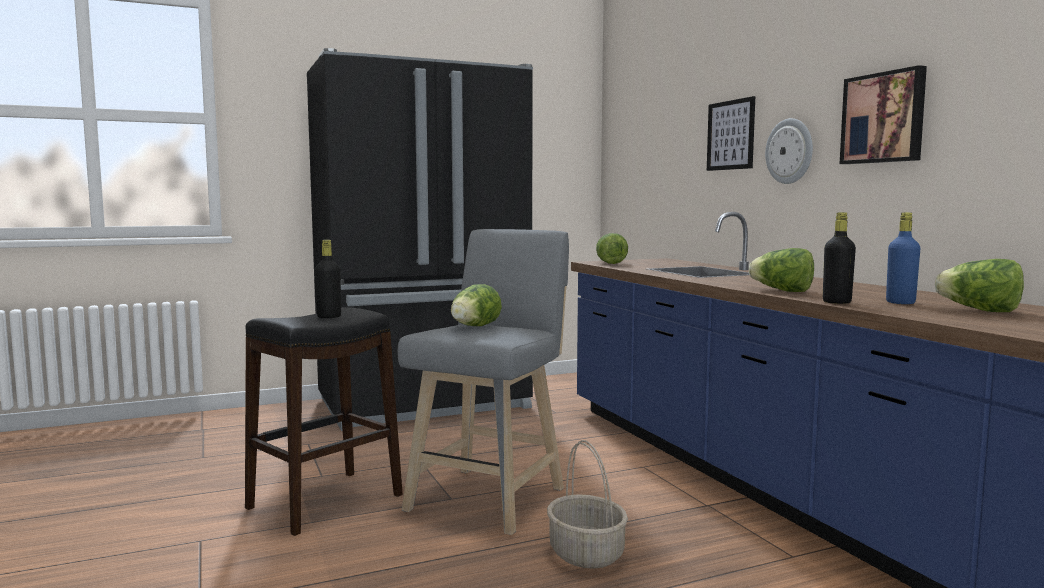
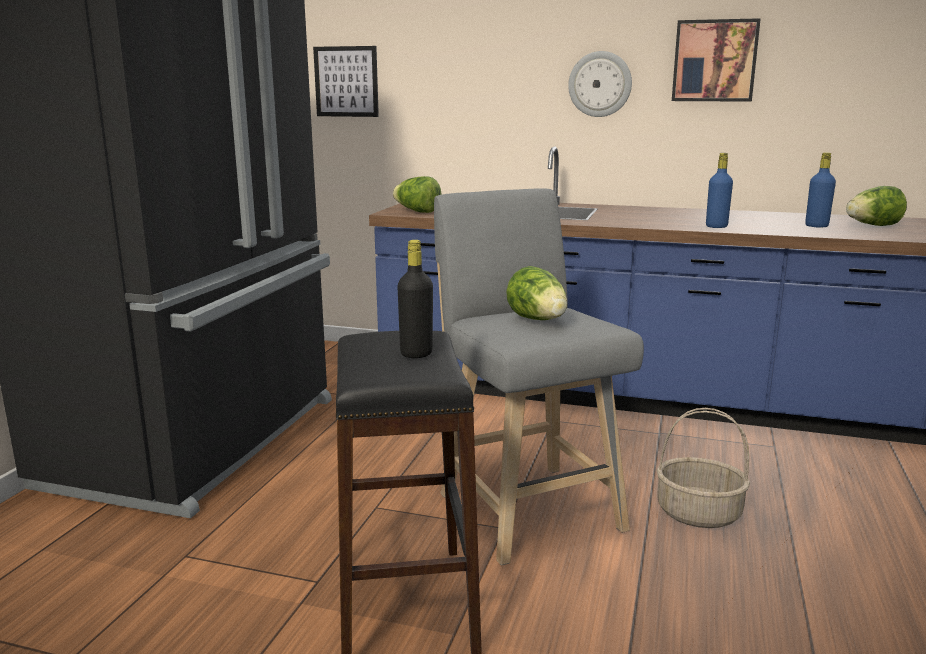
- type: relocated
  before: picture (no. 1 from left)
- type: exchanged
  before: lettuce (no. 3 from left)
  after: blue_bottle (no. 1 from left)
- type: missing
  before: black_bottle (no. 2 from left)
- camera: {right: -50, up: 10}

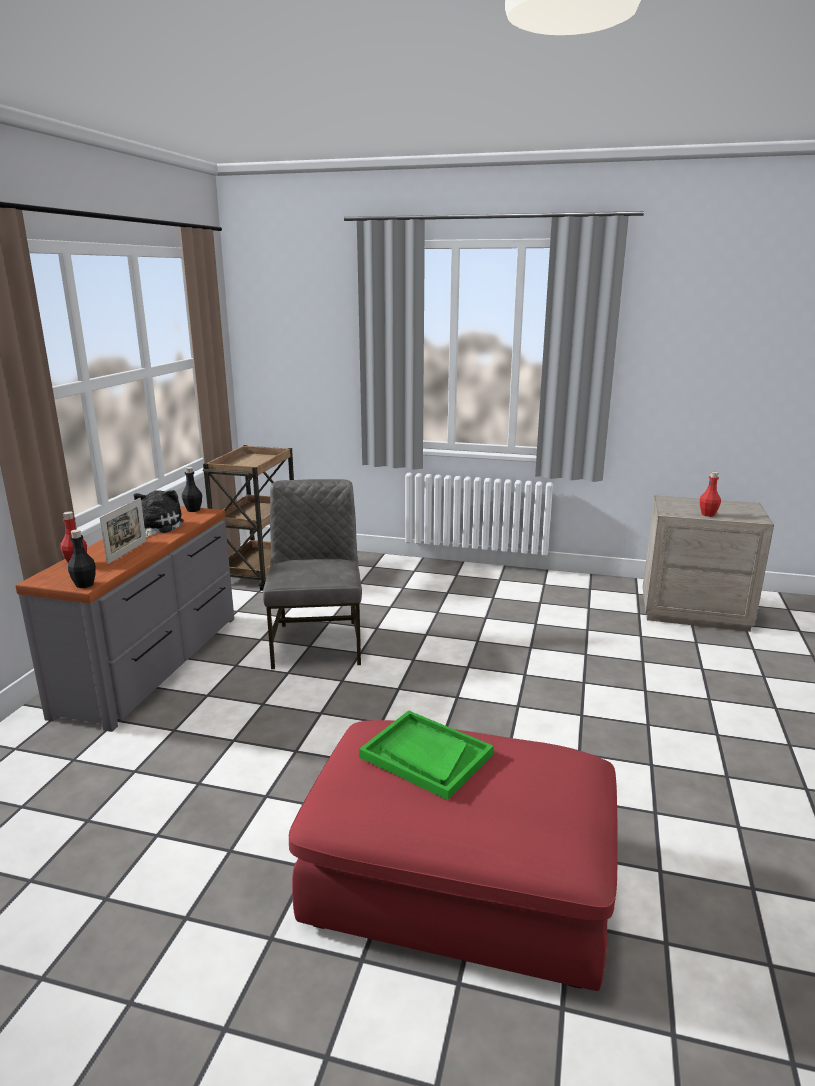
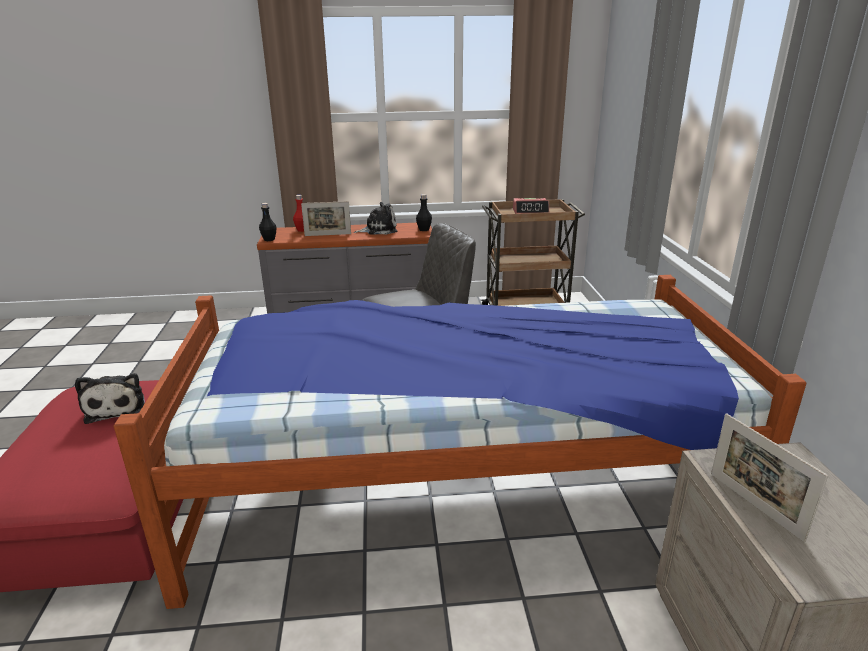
- type: exchanged
  before: green_tray
  after: plush_toy (no. 1 from left)
- type: appeared
  after: bed
- type: appeared
  after: alarm_clock
- type: exchanged
  before: red_bottle (no. 2 from left)
  after: picture_frame (no. 2 from left)
- camera: {right: 70, up: 5}

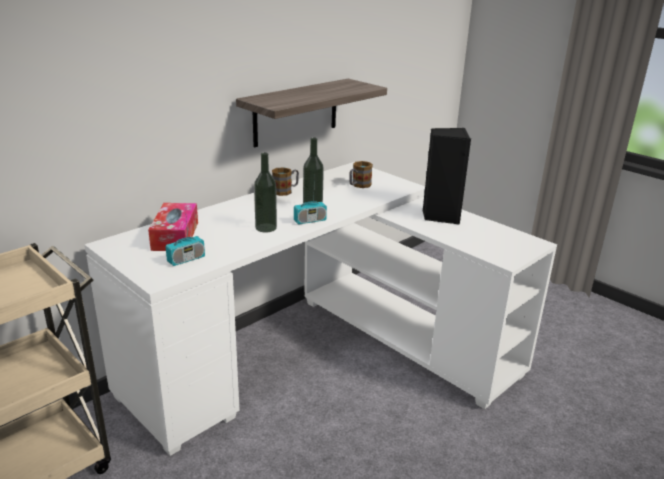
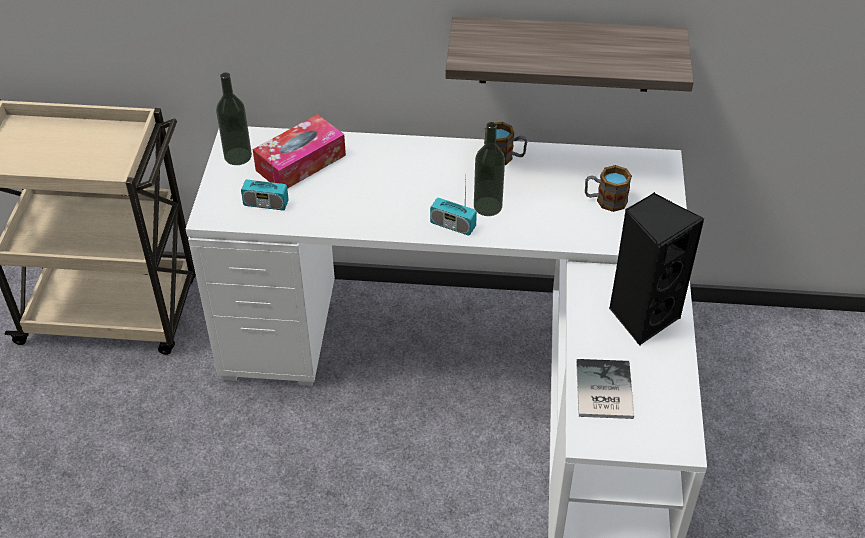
- type: relocated
  before: bottle (no. 1 from left)
- type: appeared
  after: book
- camera: {right: 50, up: 20}

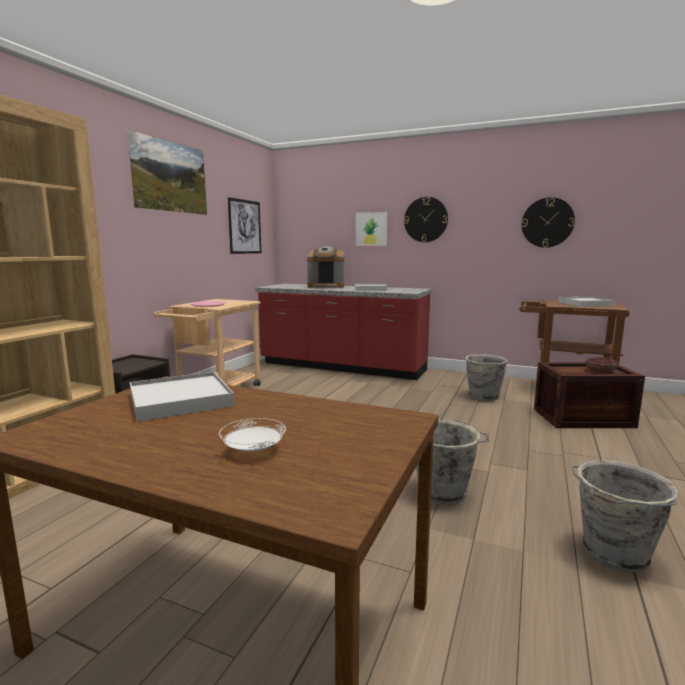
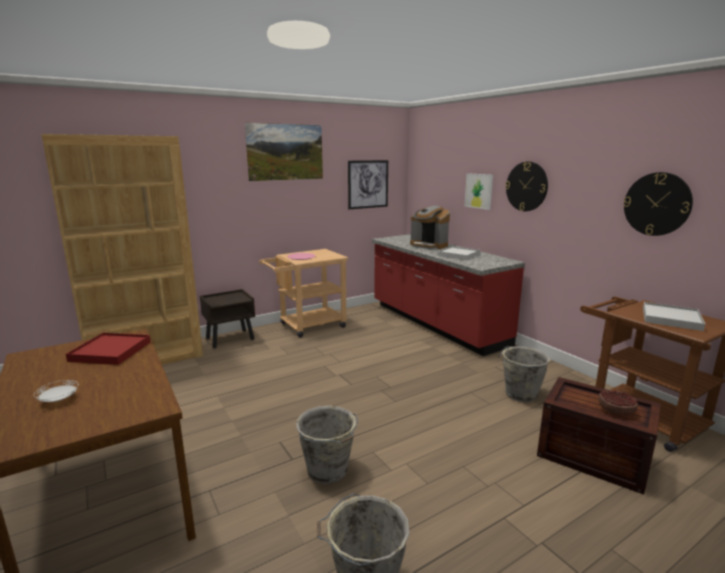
- type: colour
  before: white_tray (no. 1 from left)
  after: red_tray
- camera: {right: 35, up: 5}

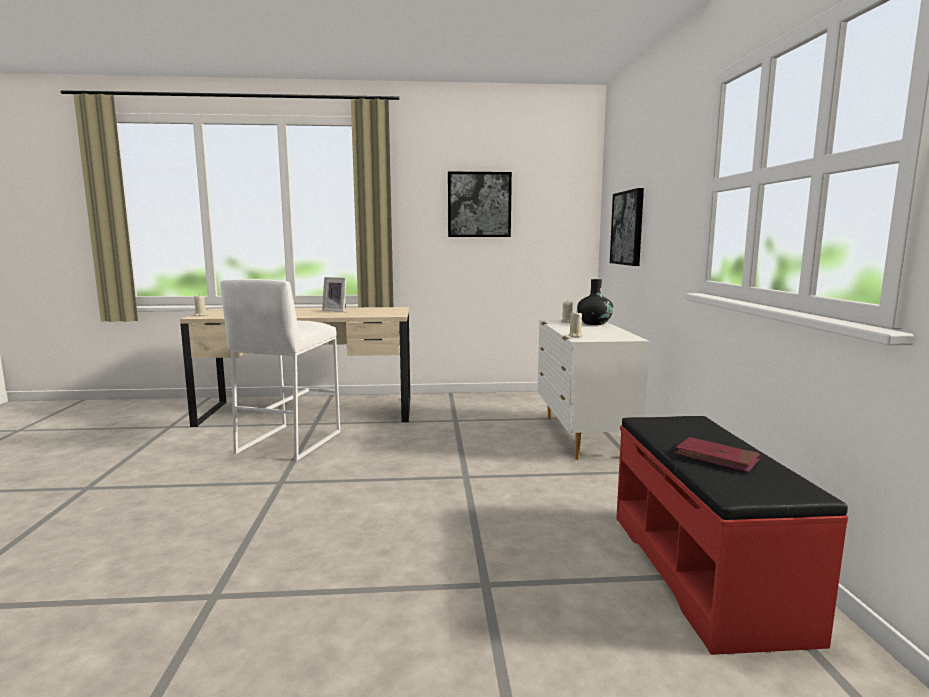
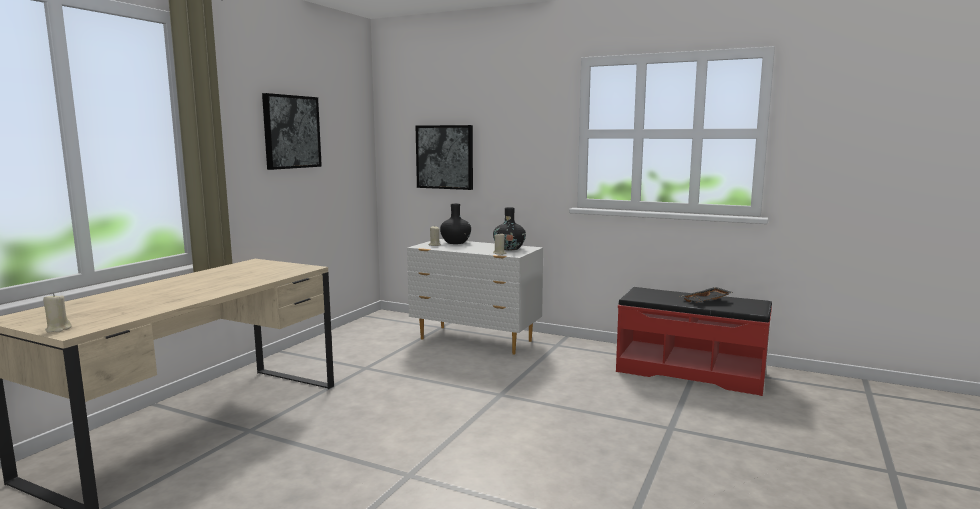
- type: appeared
  after: black_vase (no. 2 from left)
- type: exchanged
  before: red_book
  after: black_tray
- type: missing
  before: white_stool
- type: missing
  before: picture_frame
- camera: {right: -60, up: 0}

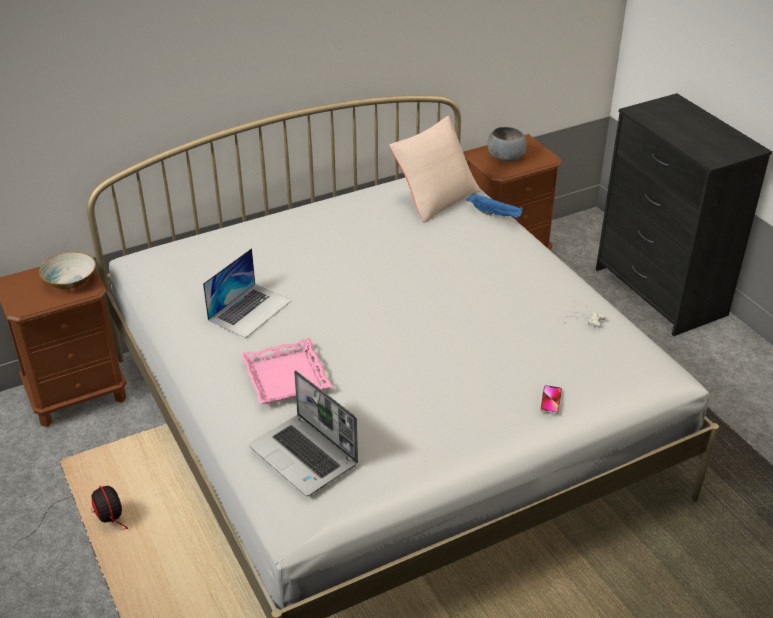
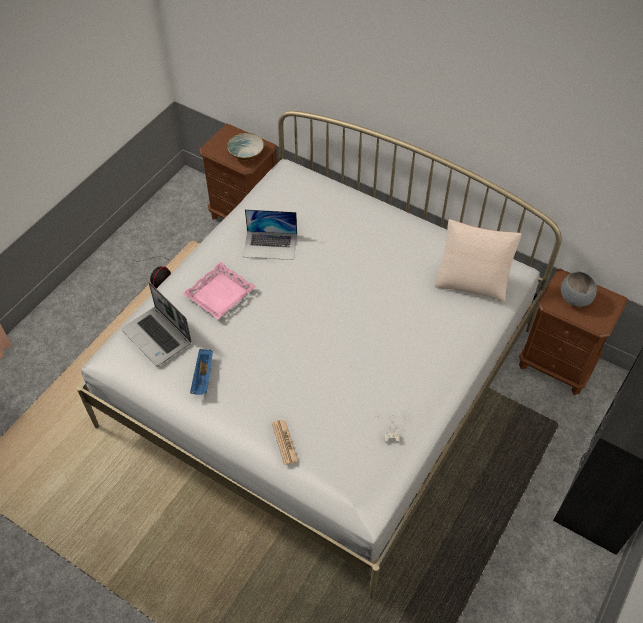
- type: spun
  before: laptop (no. 2 from left in the first image)
  turn: -60
- type: relocated
  before: blue_tray
- type: exchanged
  before: phone
  after: newspaper
- camera: {right: 60, up: 15}

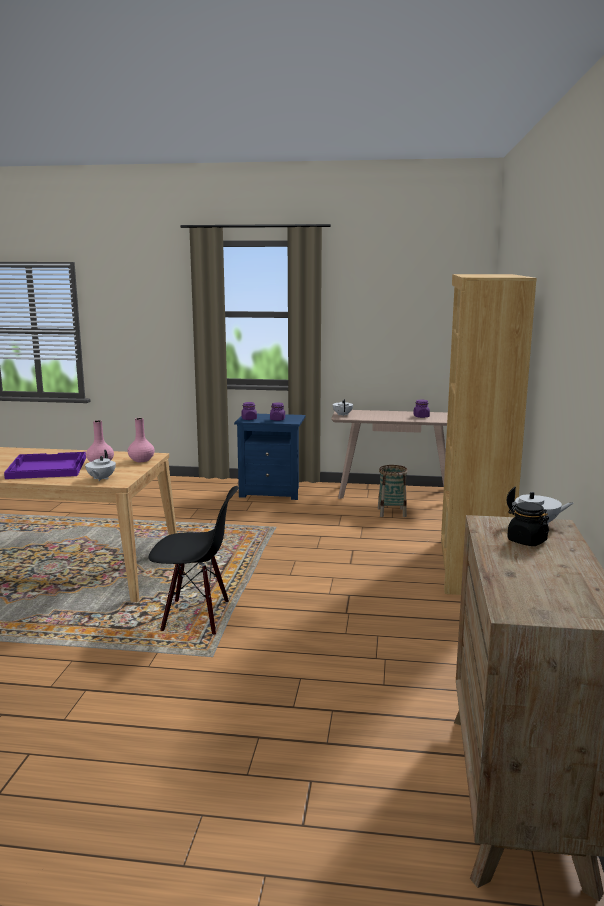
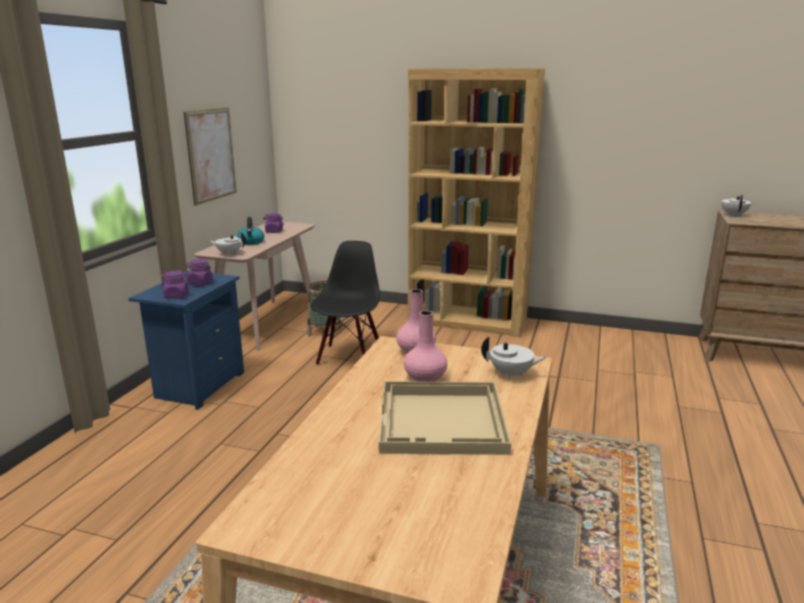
- type: appeared
  after: picture
- type: appeared
  after: kettle
- type: relocated
  before: black_chair
- type: colour
  before: purple_tray
  after: beige_tray
- type: missing
  before: black_jar
- camera: {right: -80, up: 5}

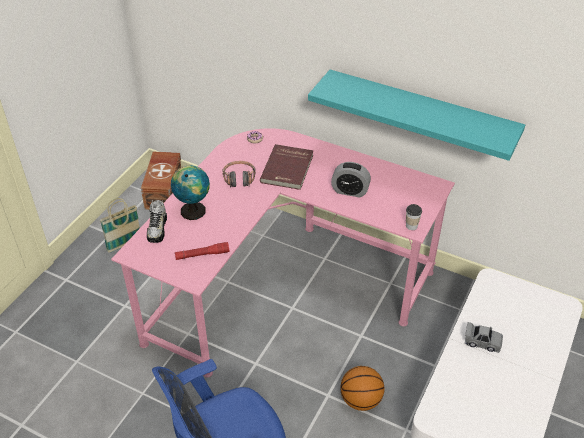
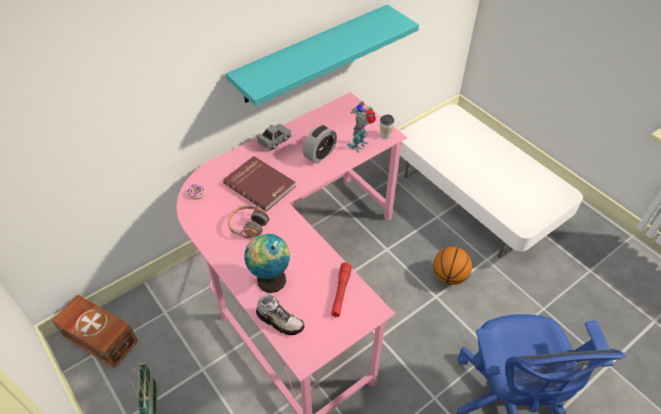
- type: relocated
  before: grey_toy_car
- type: appeared
  after: toy_robot
- camera: {right: -65, up: 5}

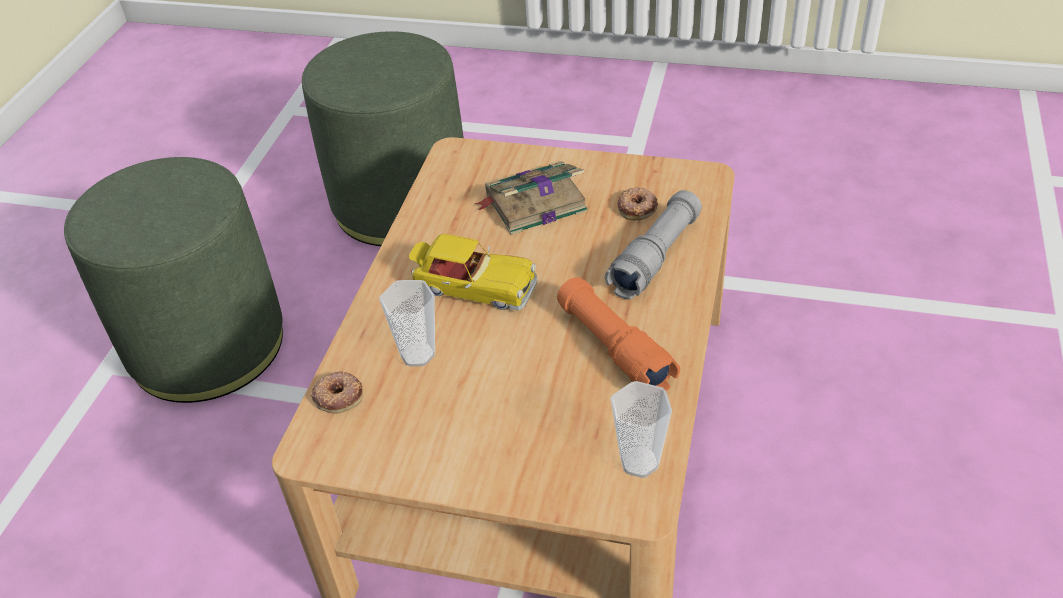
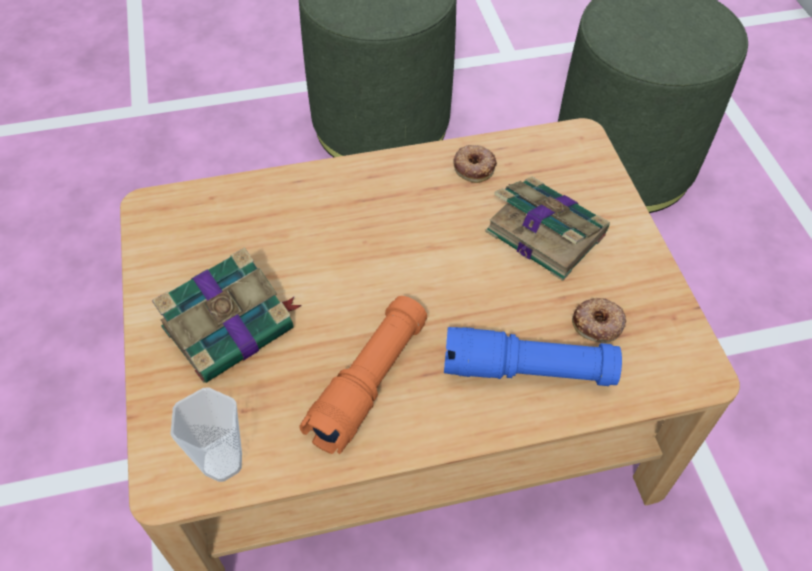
- type: appeared
  after: book (no. 1 from left)
- type: colour
  before: grey_flashlight
  after: blue_flashlight
- type: relocated
  before: donut (no. 1 from left)
- type: missing
  before: cup (no. 1 from left)
- type: missing
  before: toy_car
- camera: {right: 60, up: 10}

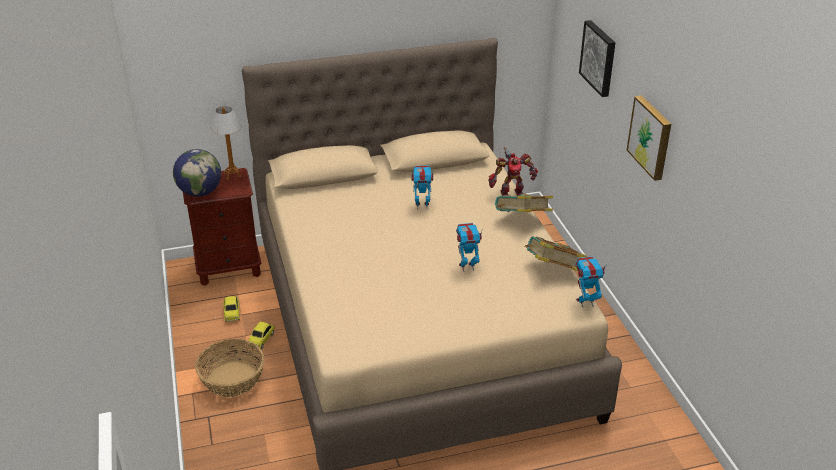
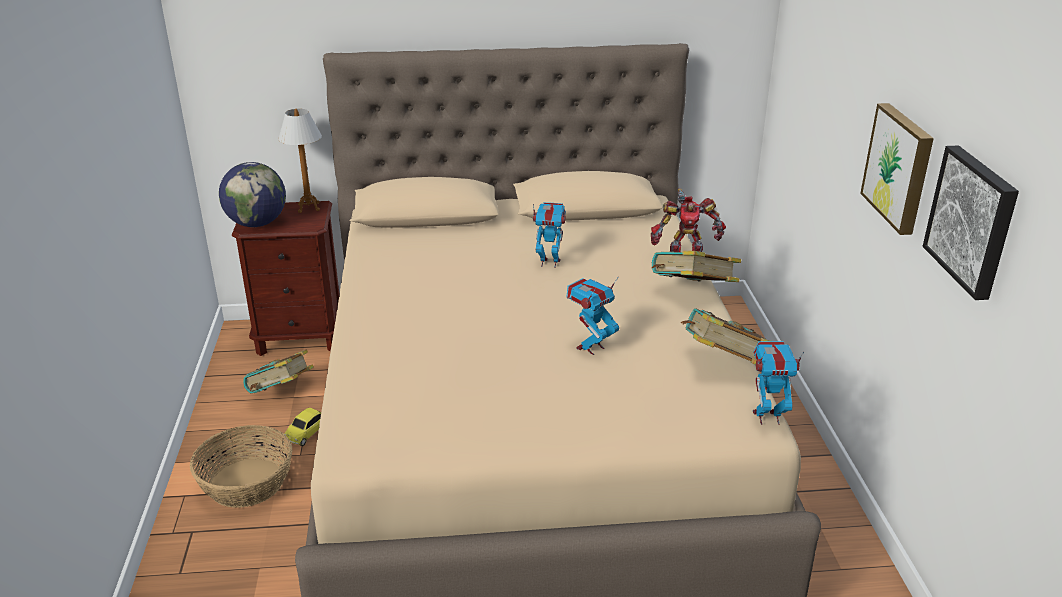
- type: exchanged
  before: toy_car (no. 1 from left)
  after: book (no. 1 from left)
- type: spun
  before: toy_robot (no. 2 from left)
  turn: -45
- type: relocated
  before: picture (no. 1 from left in the first image)
  after: picture (no. 2 from left)
- camera: {right: 10, up: -5}

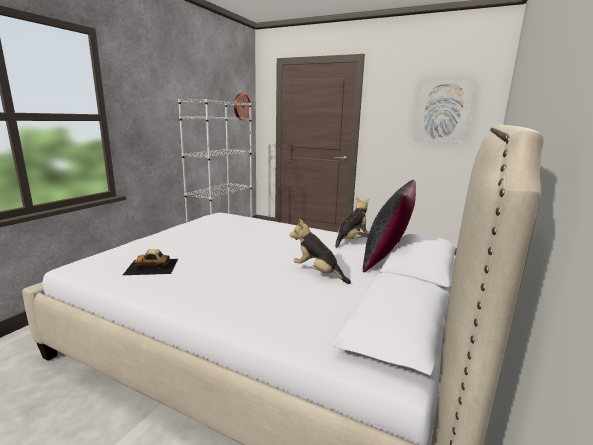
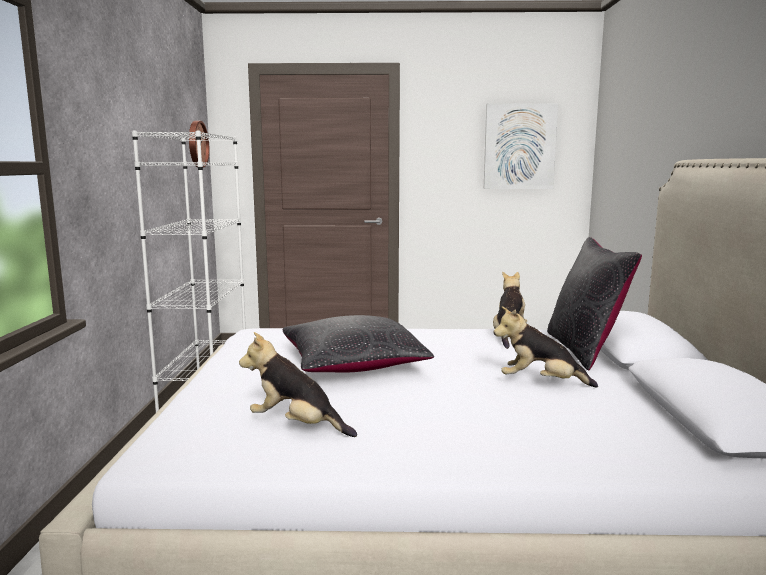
- type: exchanged
  before: toy_car
  after: plush_toy (no. 1 from left)
- type: appeared
  after: black_pillow (no. 1 from left)
- camera: {right: -25, up: -5}

